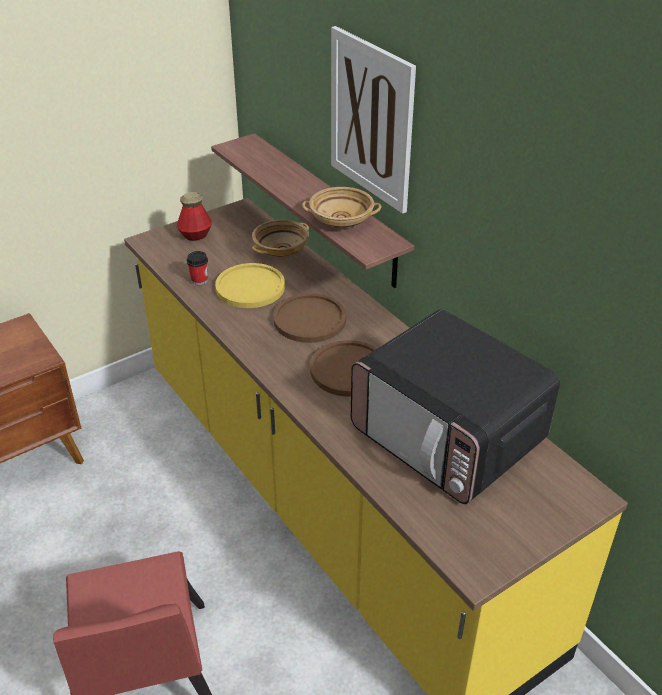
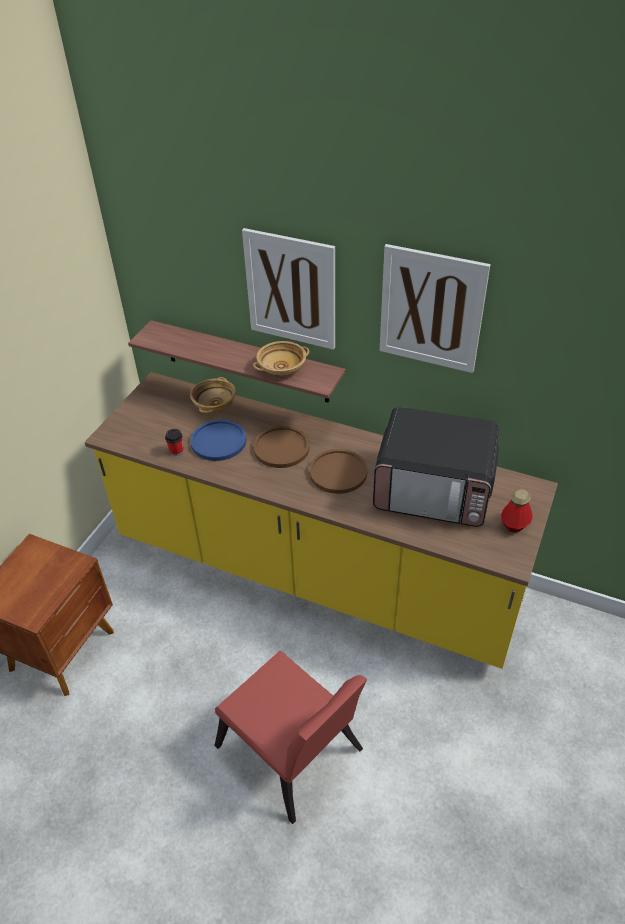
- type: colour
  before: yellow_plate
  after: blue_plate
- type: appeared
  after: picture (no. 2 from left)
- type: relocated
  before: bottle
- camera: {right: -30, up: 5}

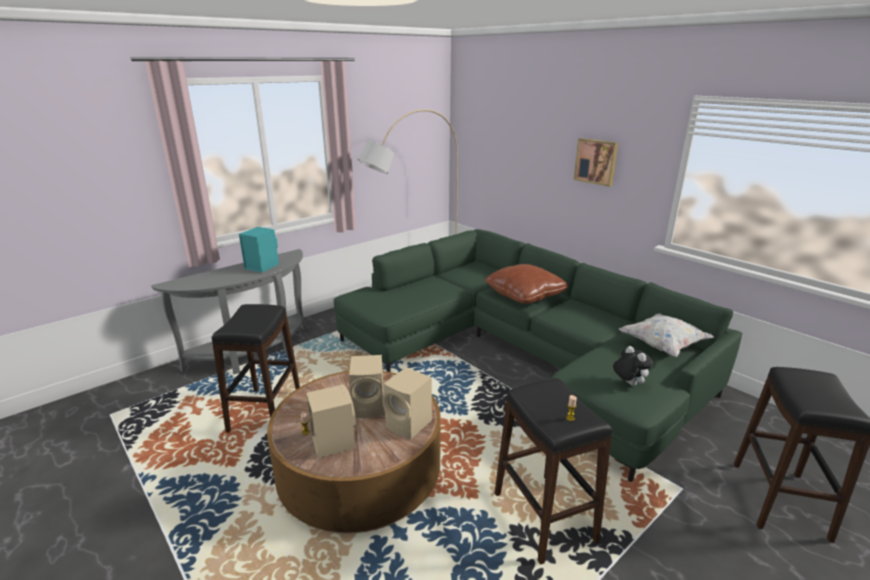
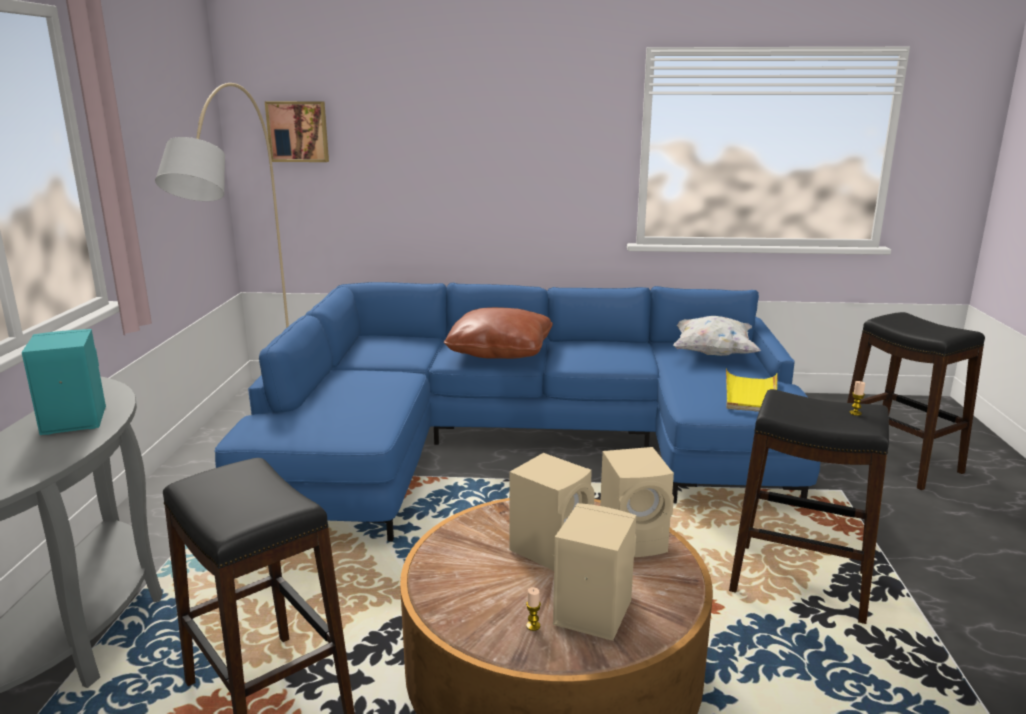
- type: colour
  before: green_sofa
  after: blue_sofa
- type: relocated
  before: picture
- type: exchanged
  before: plush_toy
  after: yellow_tray
- camera: {right: -45, up: -5}

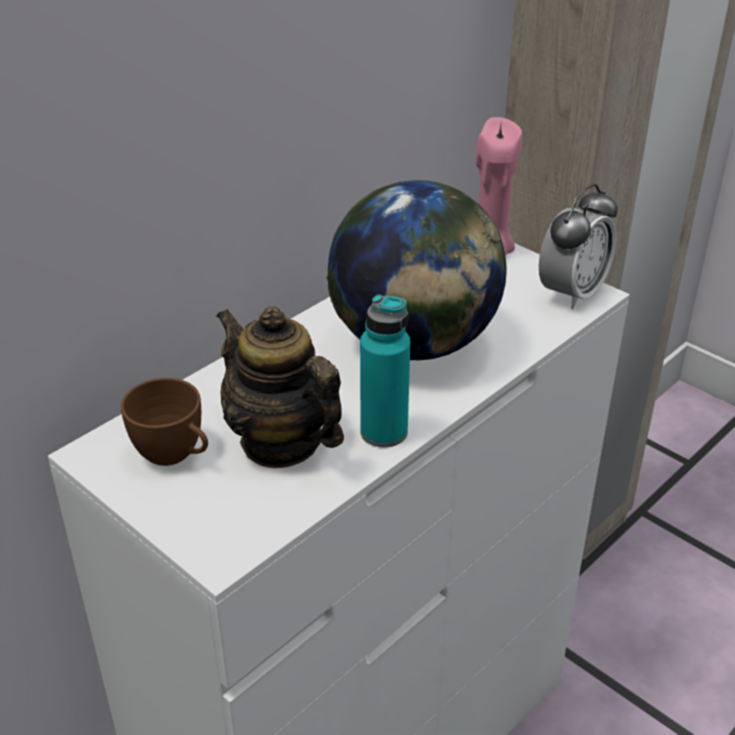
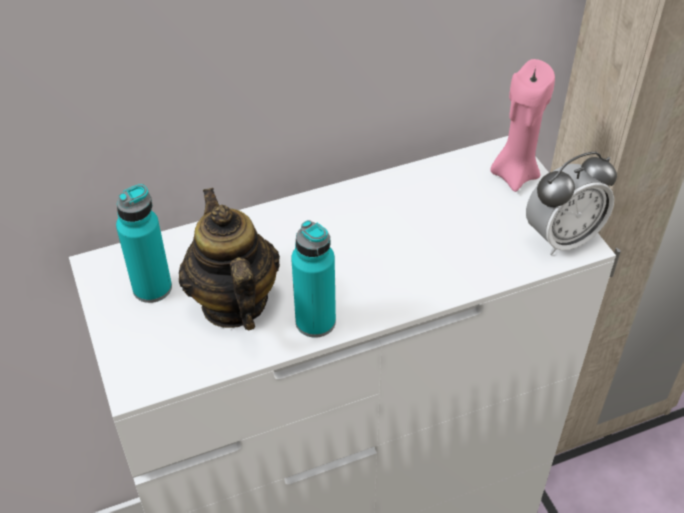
- type: exchanged
  before: brown_cup
  after: turquoise_bottle (no. 1 from left)
- type: missing
  before: globe
- camera: {right: 25, up: 10}

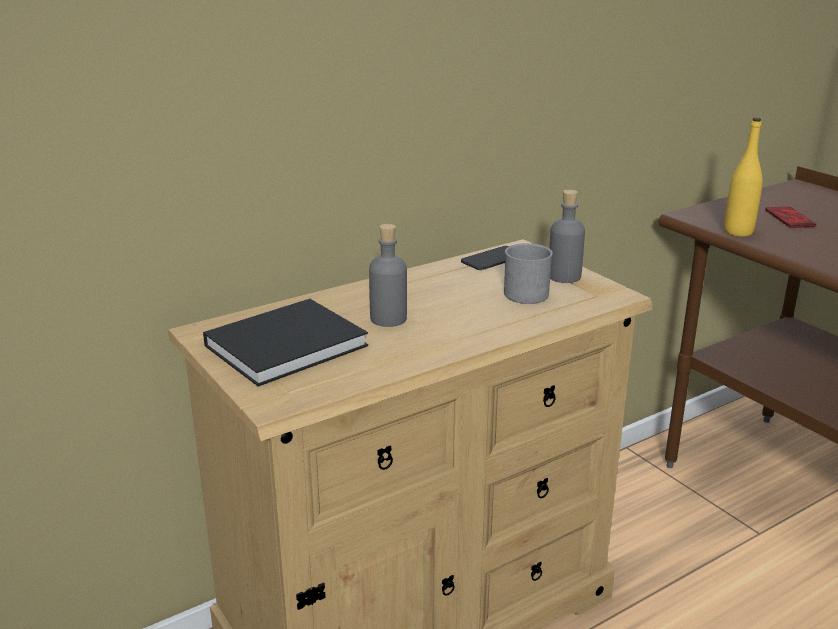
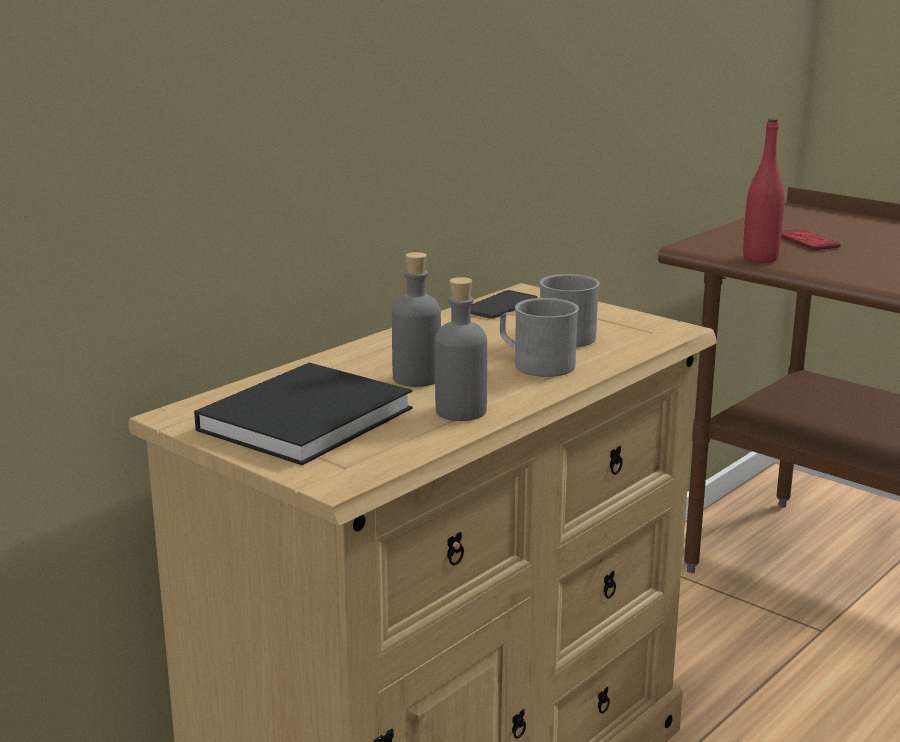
- type: relocated
  before: grey_bottle (no. 2 from left)
- type: appeared
  after: grey_mug (no. 1 from left)
- type: colour
  before: yellow_bottle
  after: red_bottle
- camera: {right: -15, up: -5}

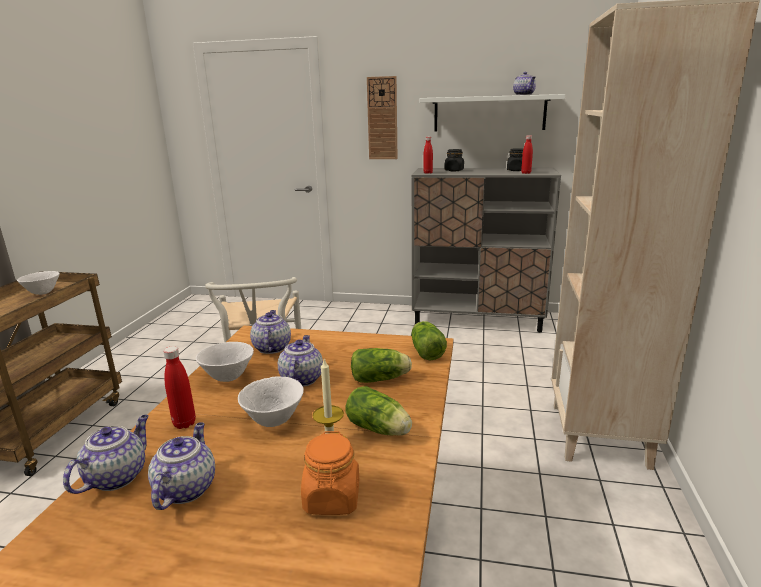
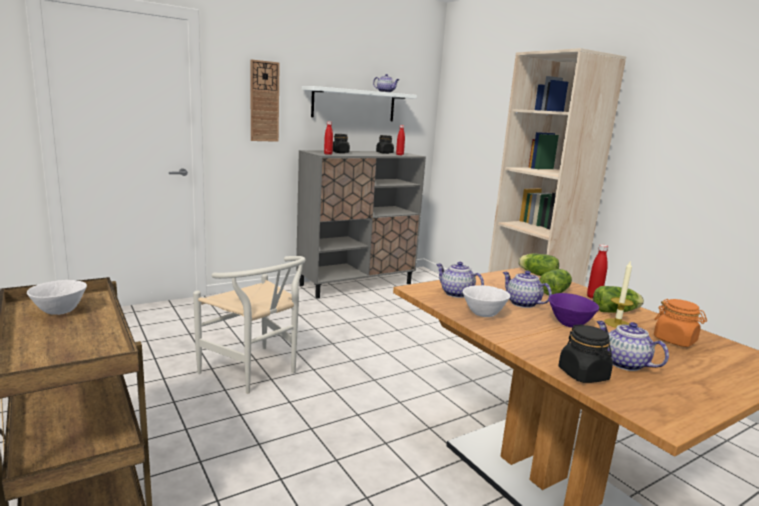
- type: colour
  before: white_bowl (no. 3 from left)
  after: purple_bowl
- type: exchanged
  before: teapot (no. 1 from left)
  after: black_jar (no. 3 from left)
- type: relocated
  before: red_bottle (no. 1 from left in the first image)
  after: red_bottle (no. 3 from left)
- camera: {right: -45, up: -5}

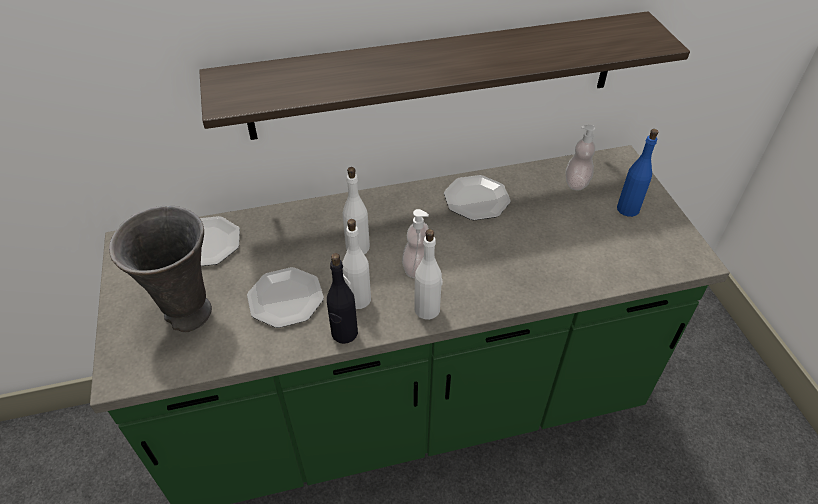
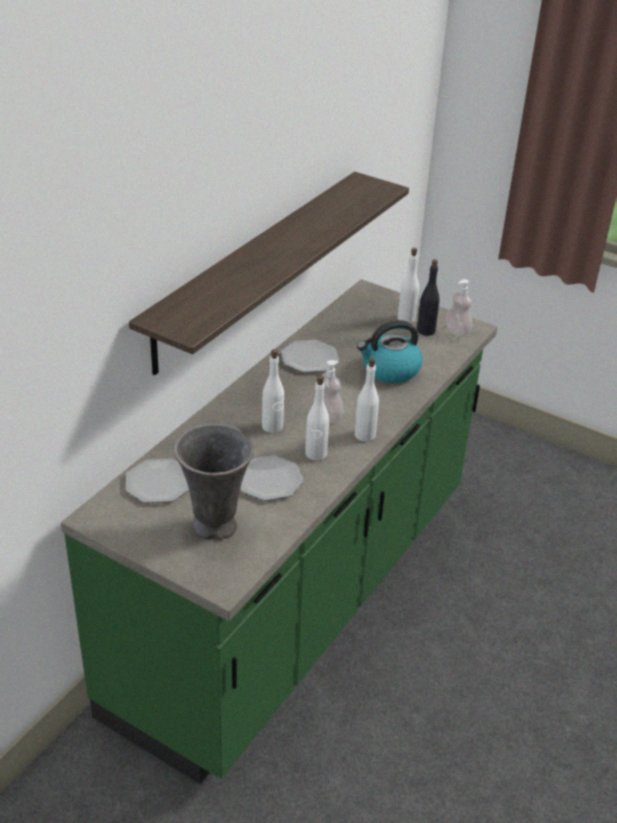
- type: appeared
  after: kettle
- type: colour
  before: blue_bottle
  after: white_bottle (no. 4 from left)
- type: relocated
  before: black_bottle
- type: relocated
  before: soap_dispenser (no. 2 from left)
- camera: {right: -45, up: -10}

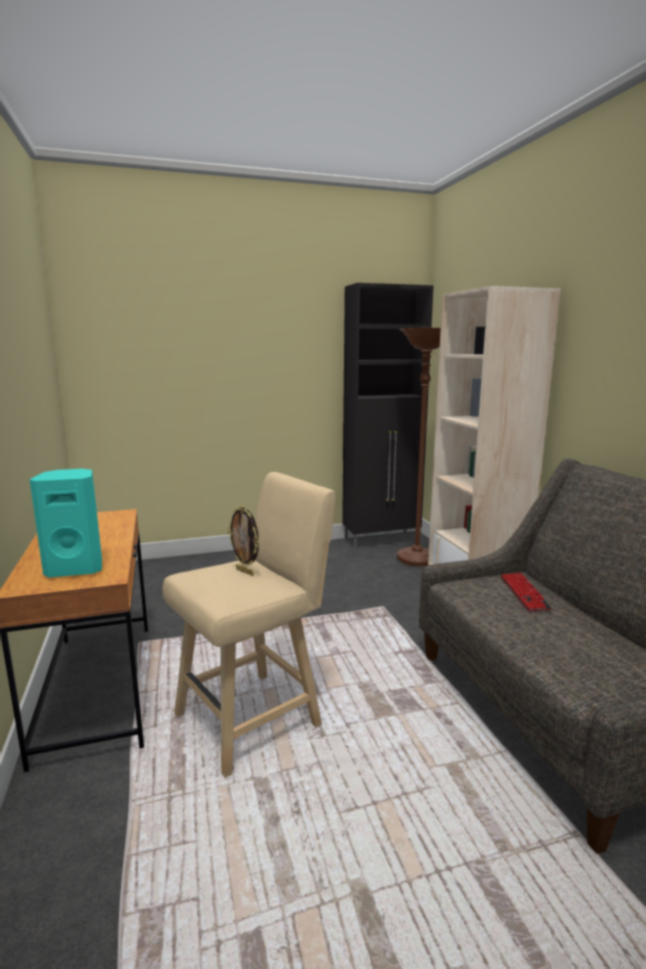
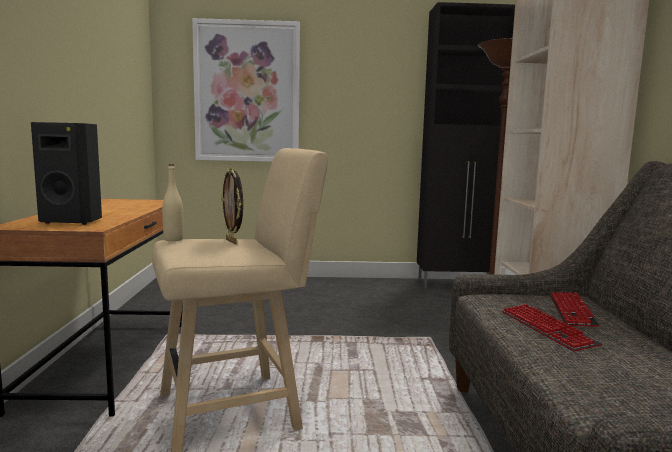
- type: colour
  before: turquoise_speaker
  after: black_speaker
- type: appeared
  after: beige_bottle
- type: appeared
  after: picture
- type: appeared
  after: keyboard (no. 1 from left)
- camera: {right: 15, up: -5}

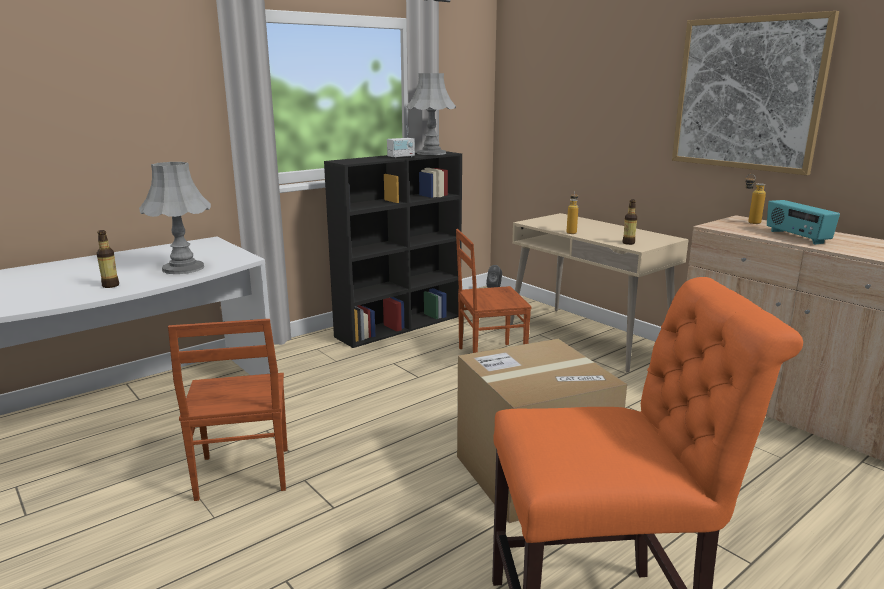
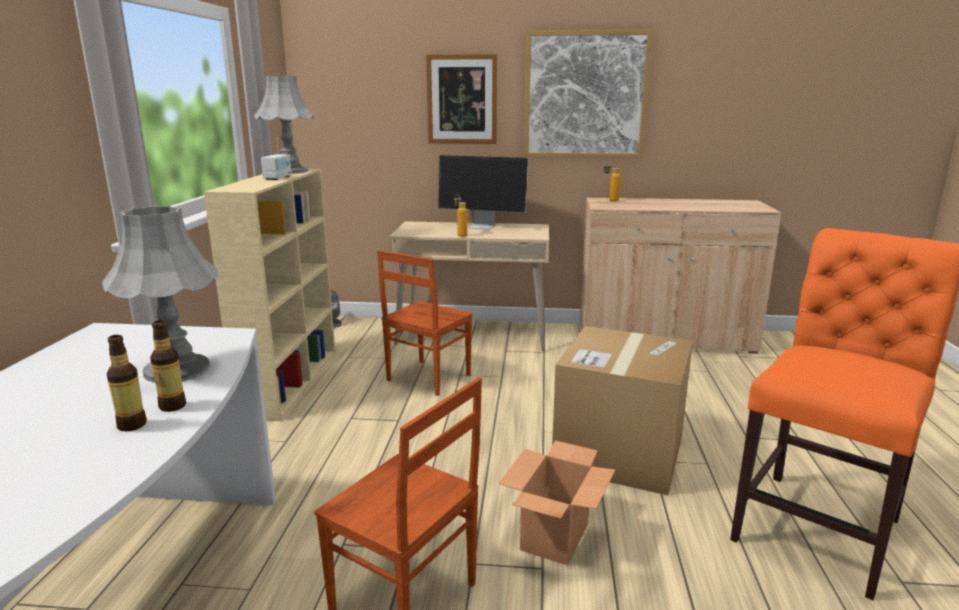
- type: relocated
  before: bottle (no. 3 from left in the first image)
  after: bottle (no. 2 from left)
- type: colour
  before: black_bookcase
  after: beige_bookcase
- type: appeared
  after: picture (no. 1 from left)
- type: appeared
  after: monitor
- type: appeared
  after: cardboard_box (no. 1 from left)
- type: missing
  before: radio (no. 2 from left)
- camera: {right: -45, up: 0}

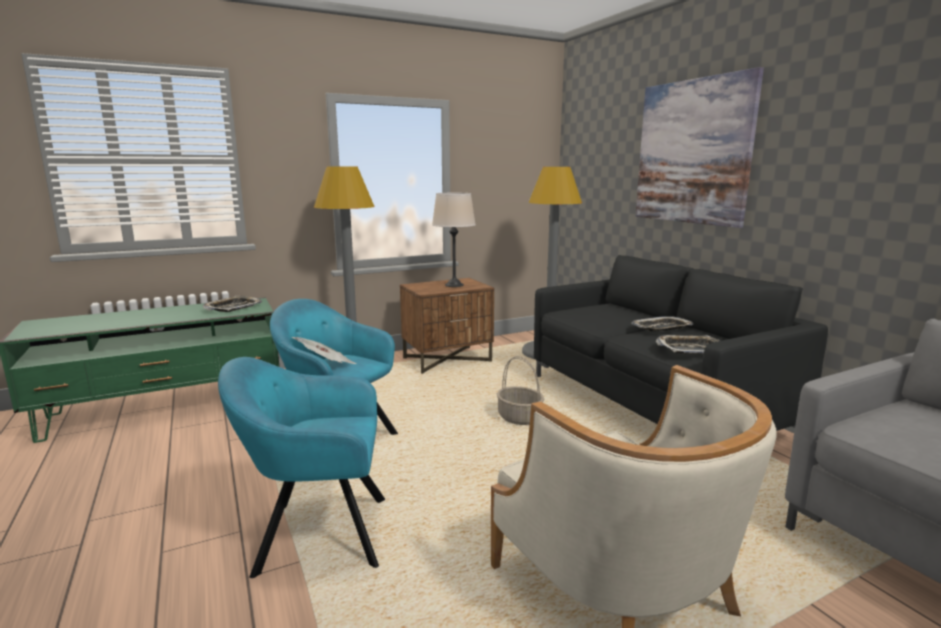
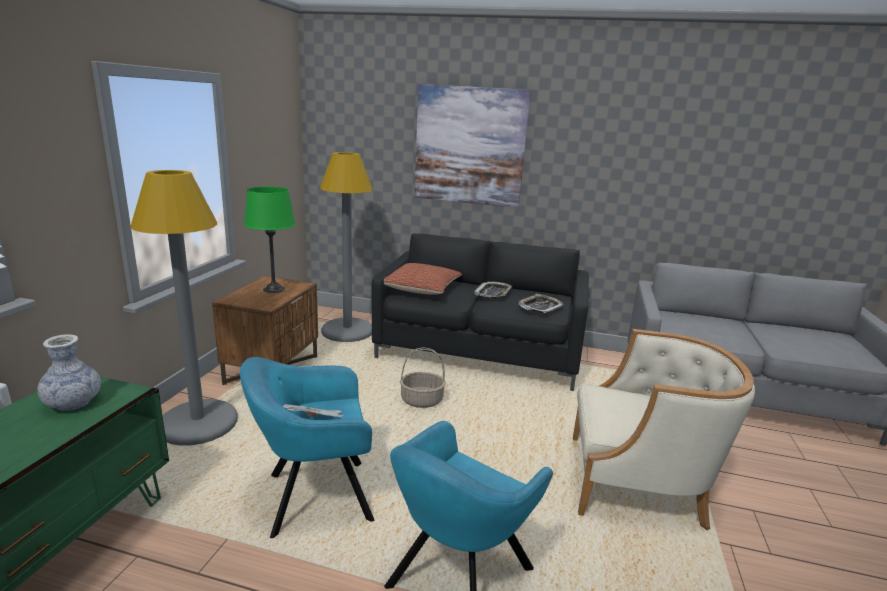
- type: exchanged
  before: tray (no. 1 from left)
  after: vase
- type: colour
  before: beige_table_lamp
  after: green_table_lamp
- type: appeared
  after: pillow
- camera: {right: -50, up: 5}

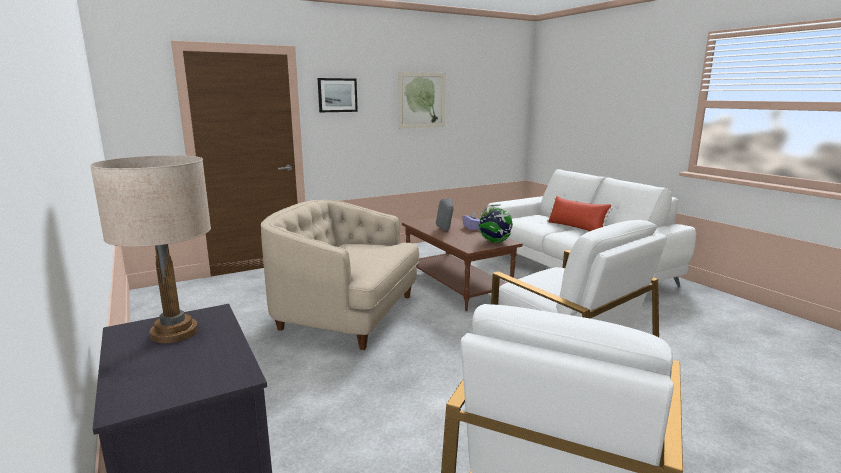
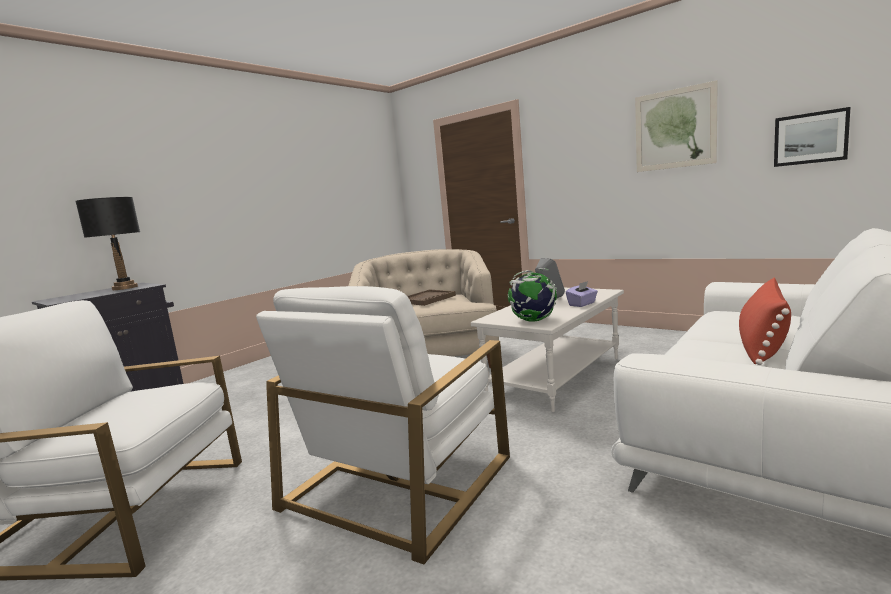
- type: colour
  before: beige_table_lamp
  after: black_table_lamp
- type: appeared
  after: brown_tray
- type: colour
  before: brown_coffee_table
  after: white_coffee_table
- type: relocated
  before: picture (no. 1 from left in the first image)
  after: picture (no. 2 from left)
- camera: {right: 70, up: -5}

